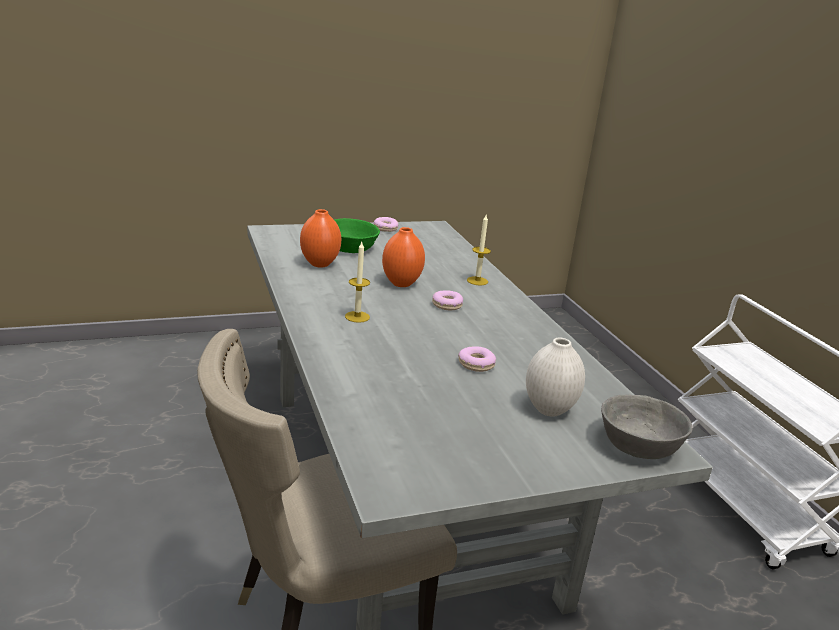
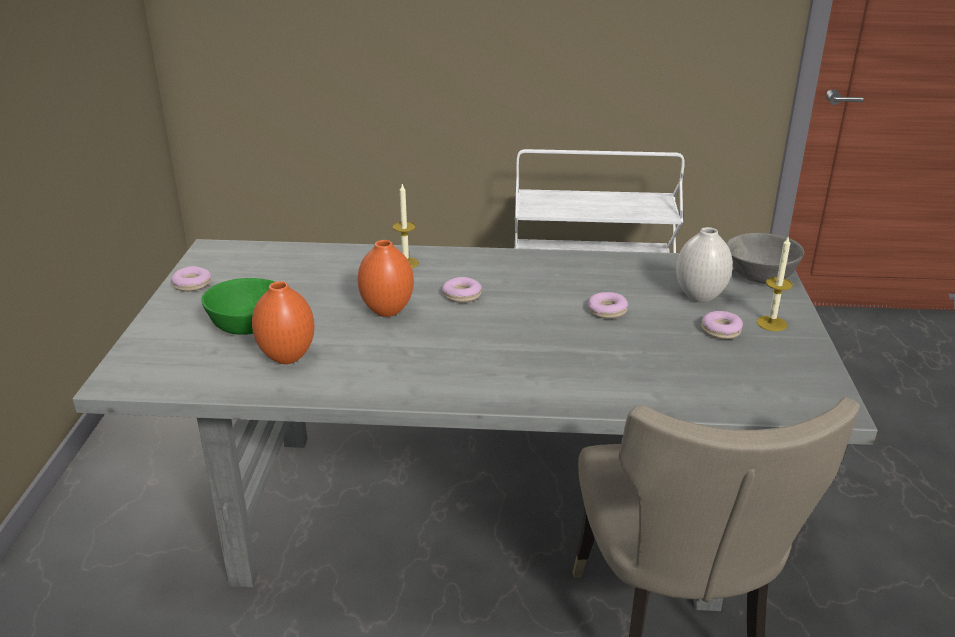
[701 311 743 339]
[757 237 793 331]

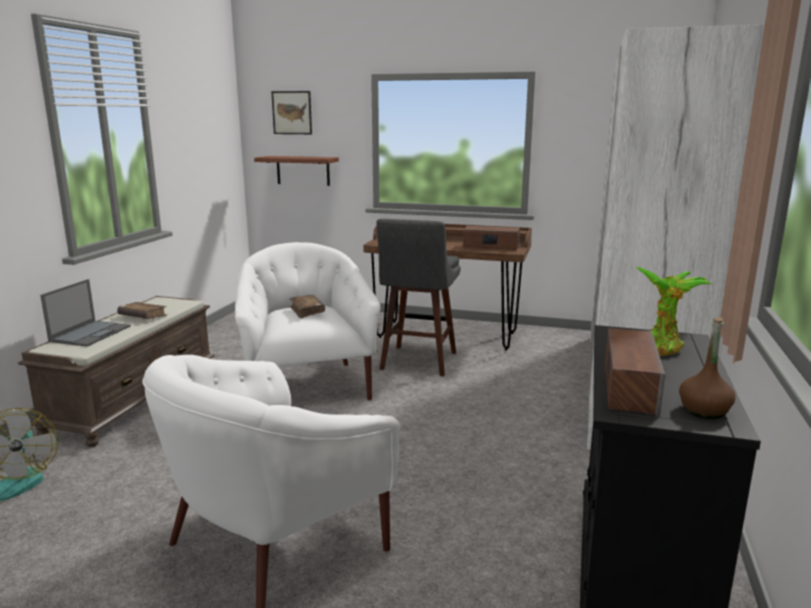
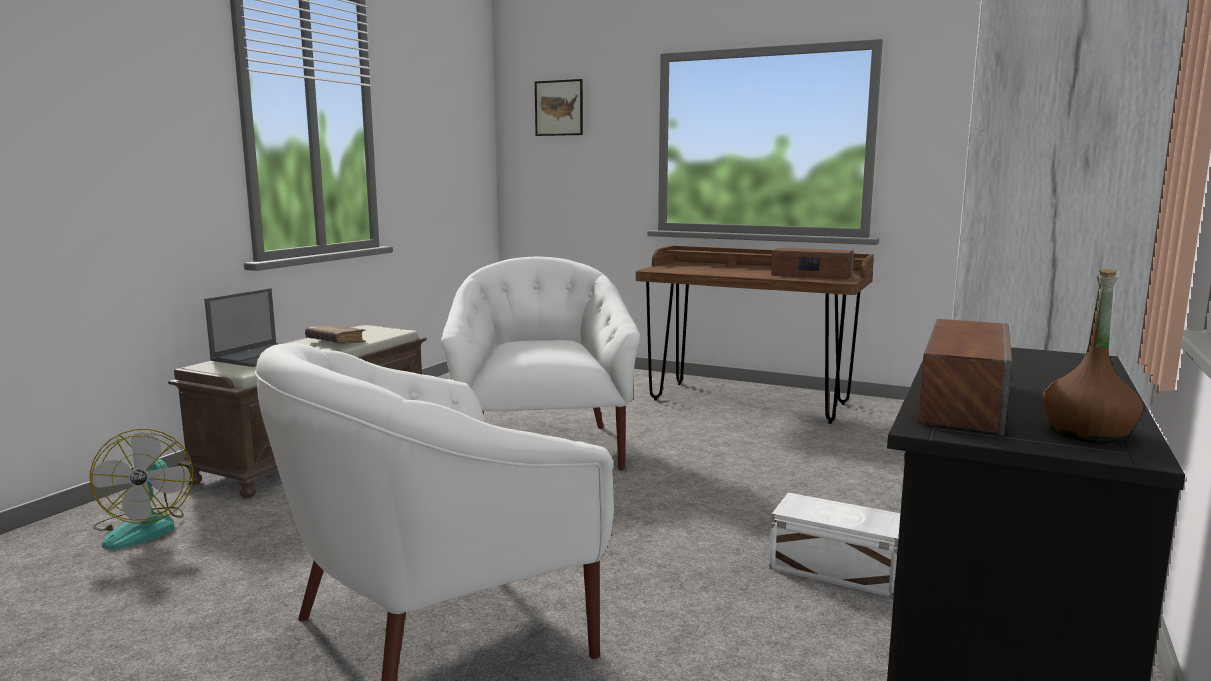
[254 156 339 186] (first image)
[289 295 325 318] (first image)
[377 219 460 376] (first image)
[636 267 712 356] (first image)
[769 493 900 598]

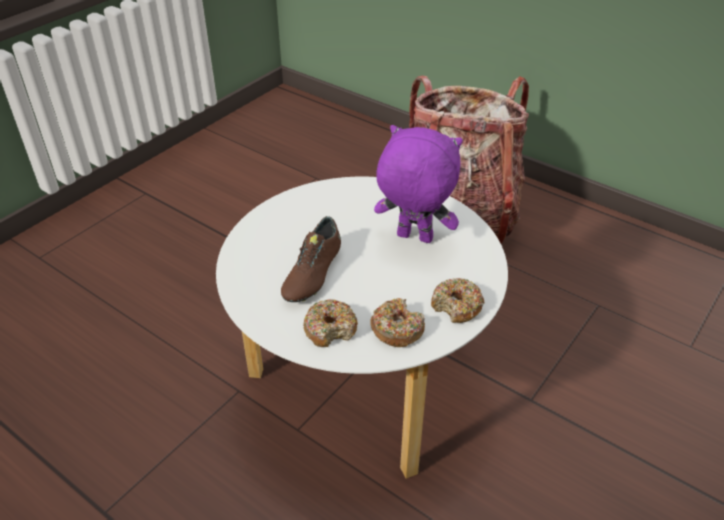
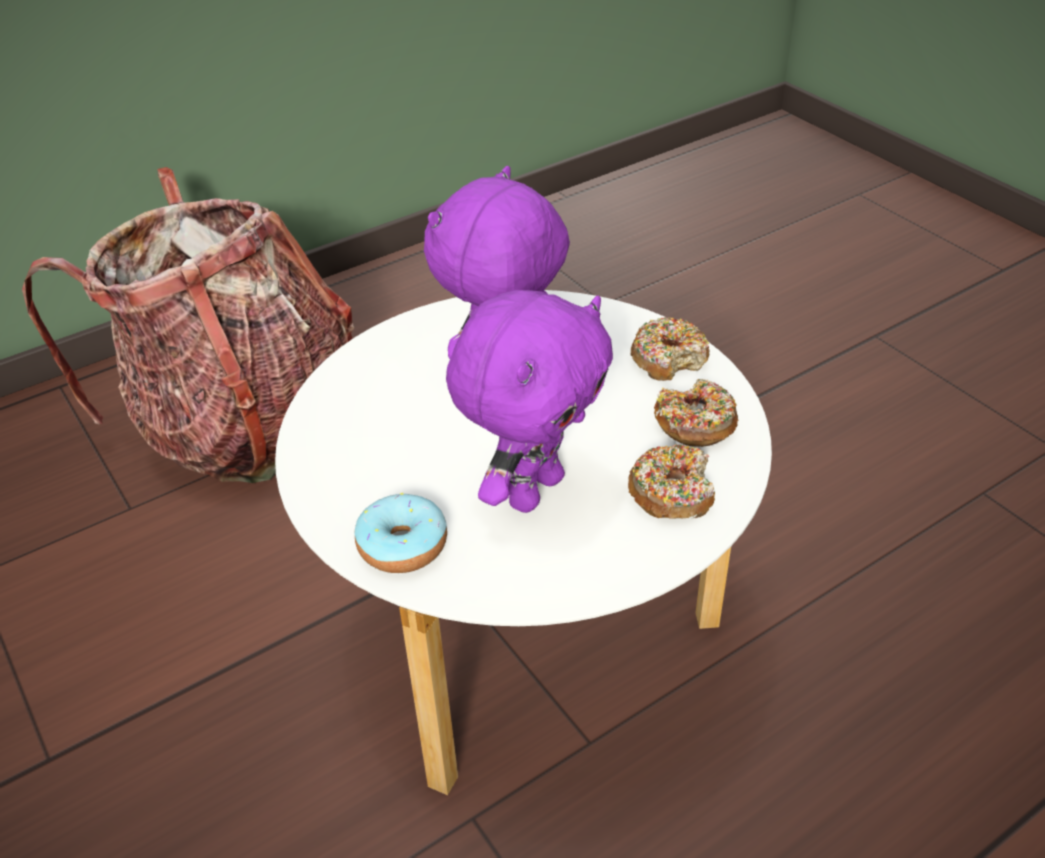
[354 493 447 573]
[446 290 613 513]

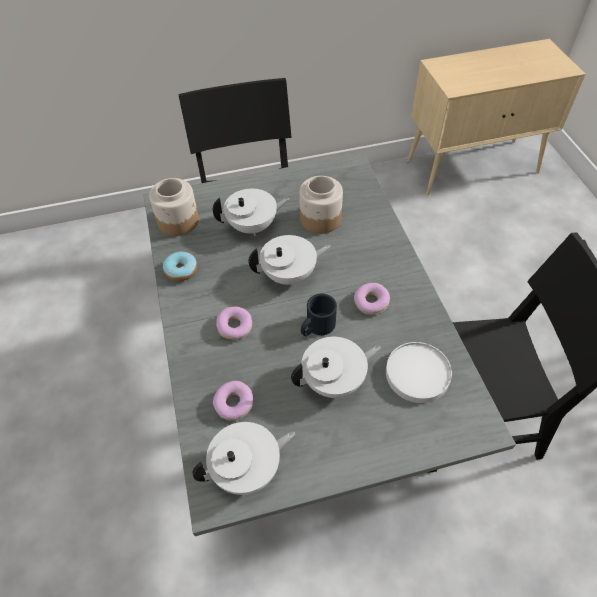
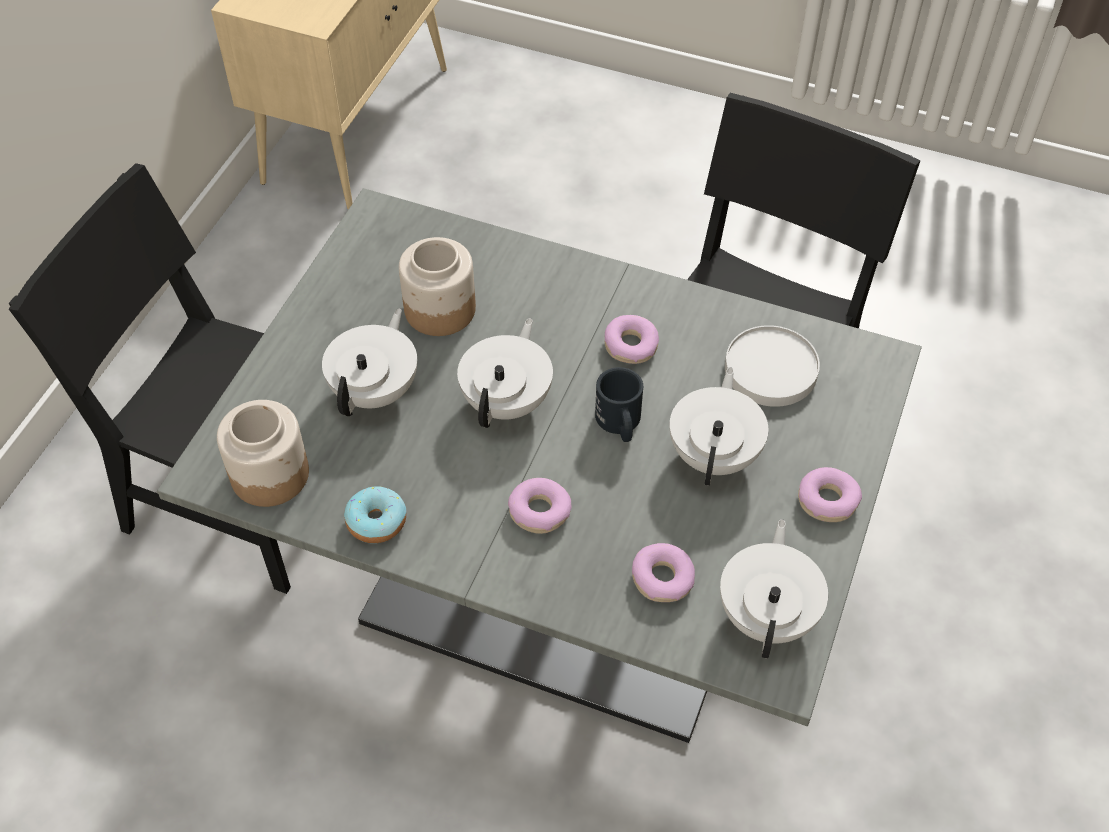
[798 467 862 522]

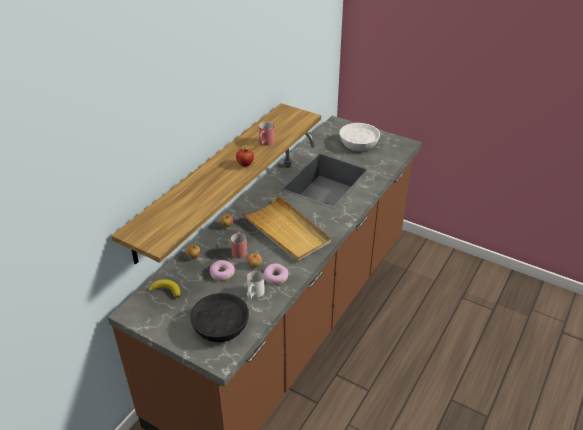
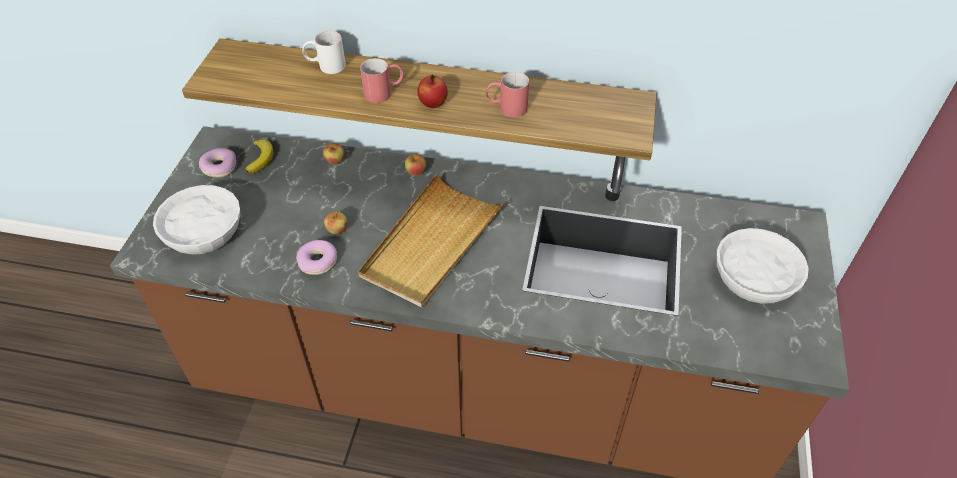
[199 148 236 177]
[360 58 403 103]
[303 31 346 74]
[153 185 240 255]

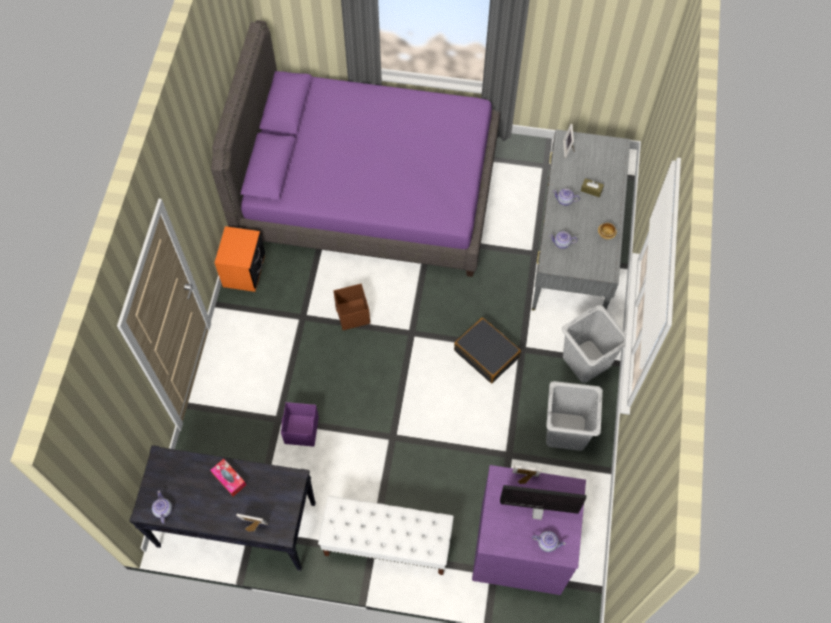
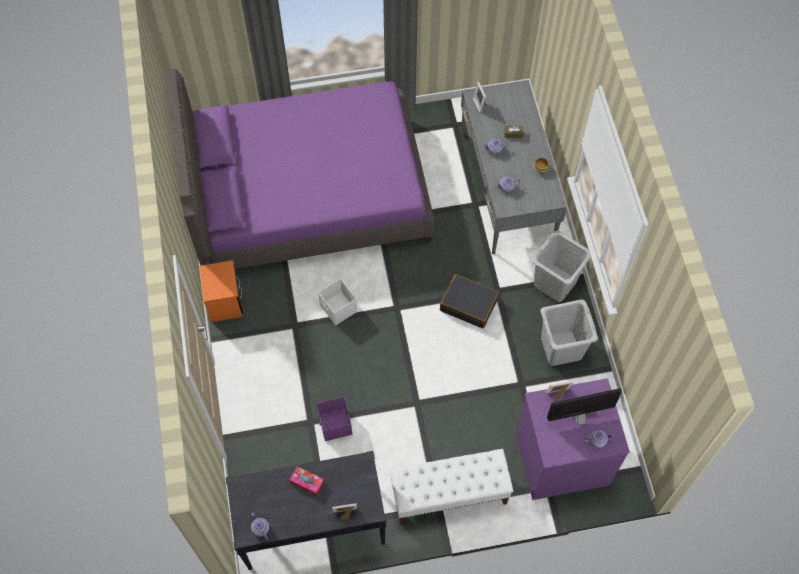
[318 278 357 325]

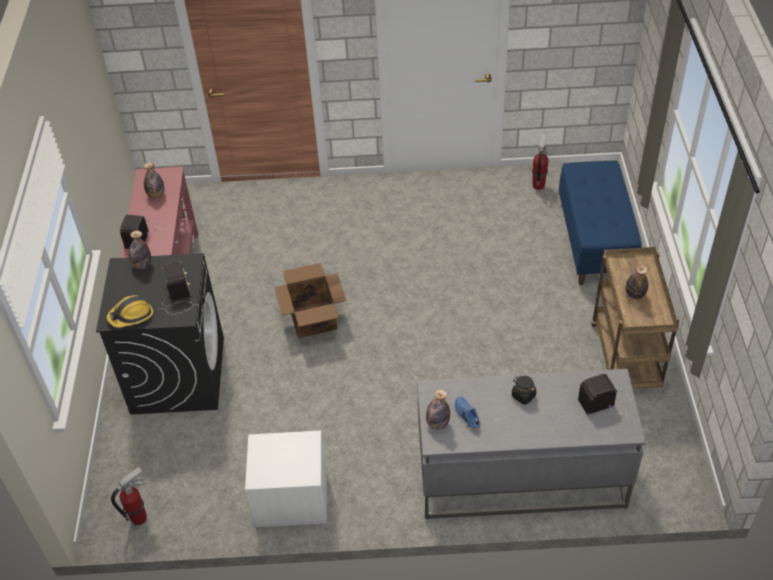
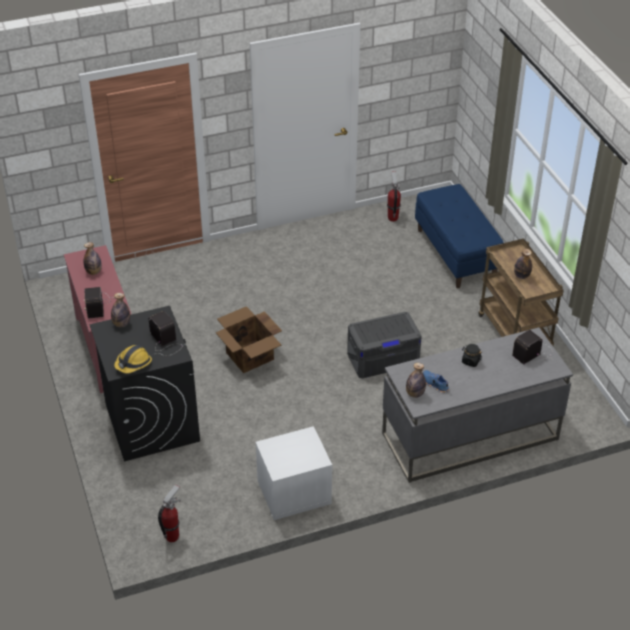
[347 312 422 378]

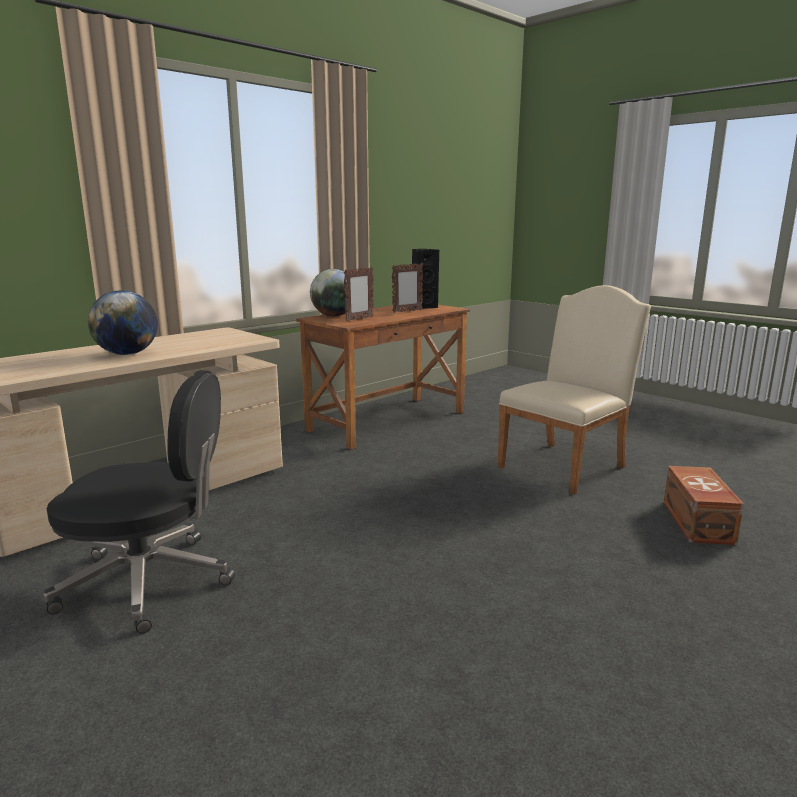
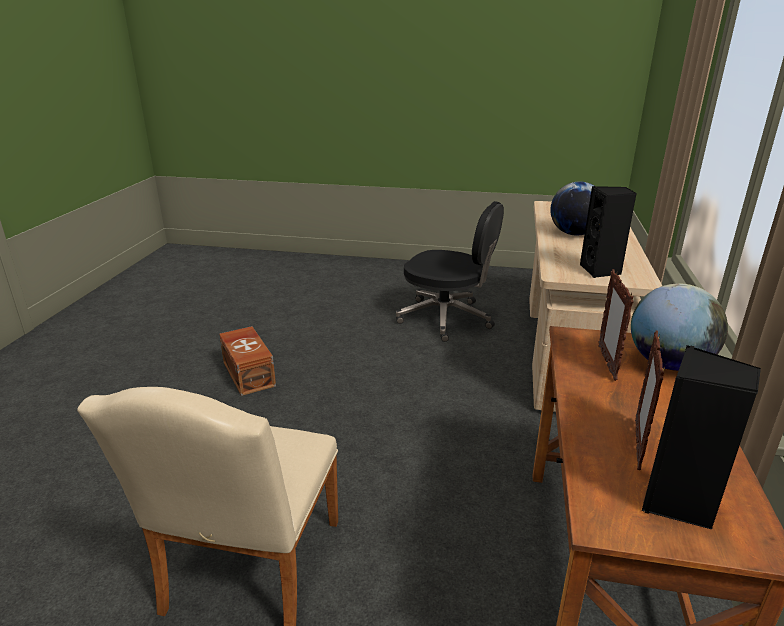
[580 186 637 278]
[219 326 276 396]
[396 201 504 342]

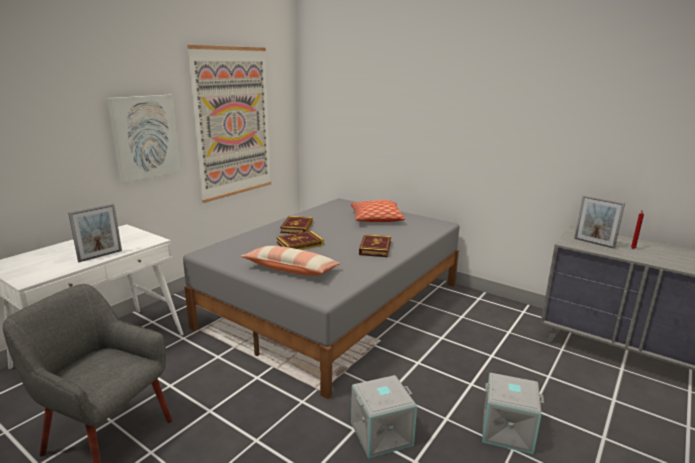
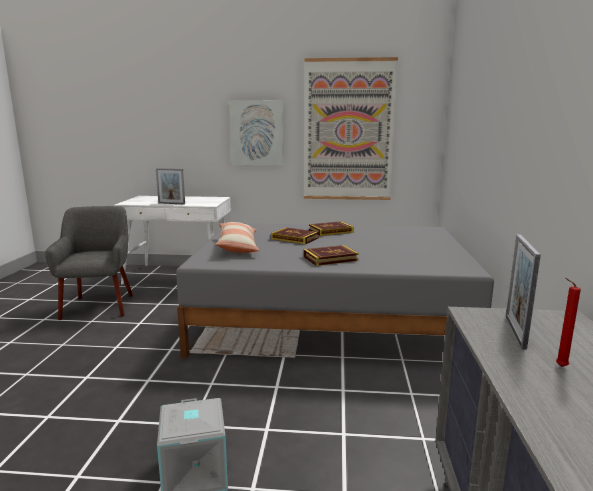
[351 200 405 222] (first image)
[351 375 417 458] (first image)

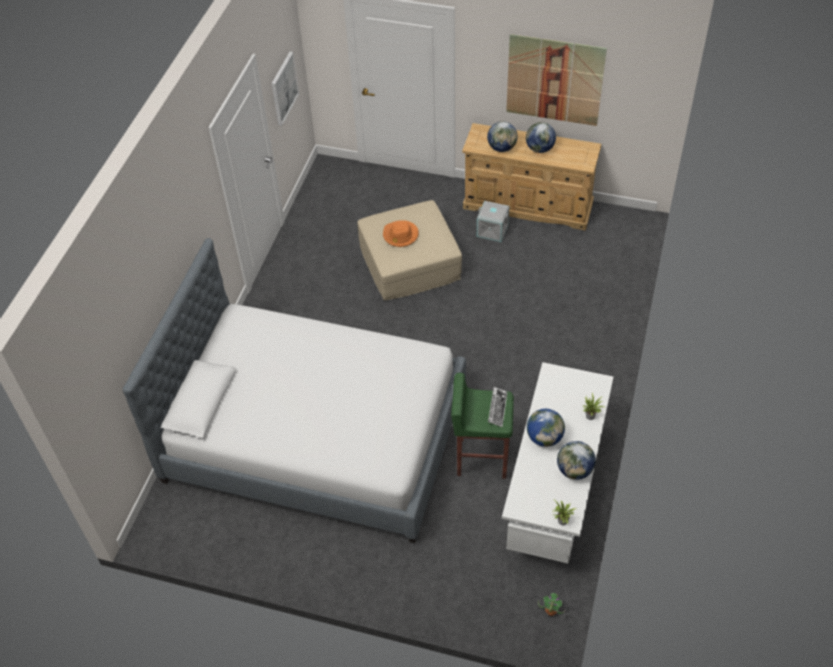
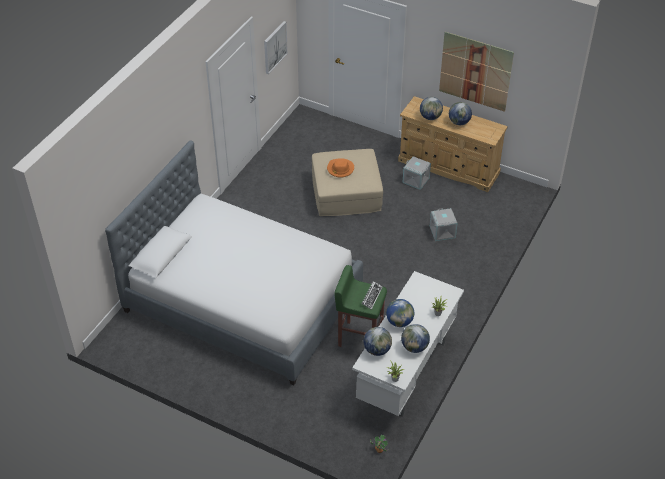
[363 327 392 356]
[430 208 457 241]

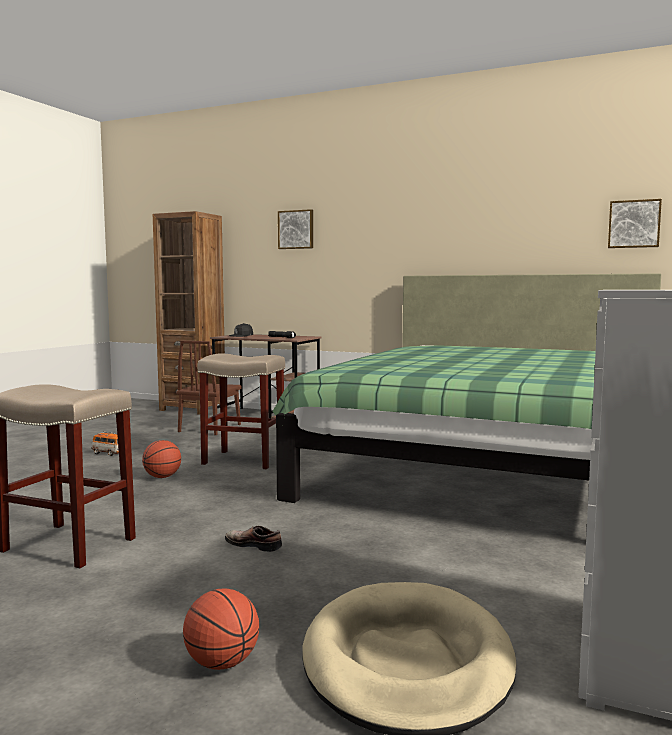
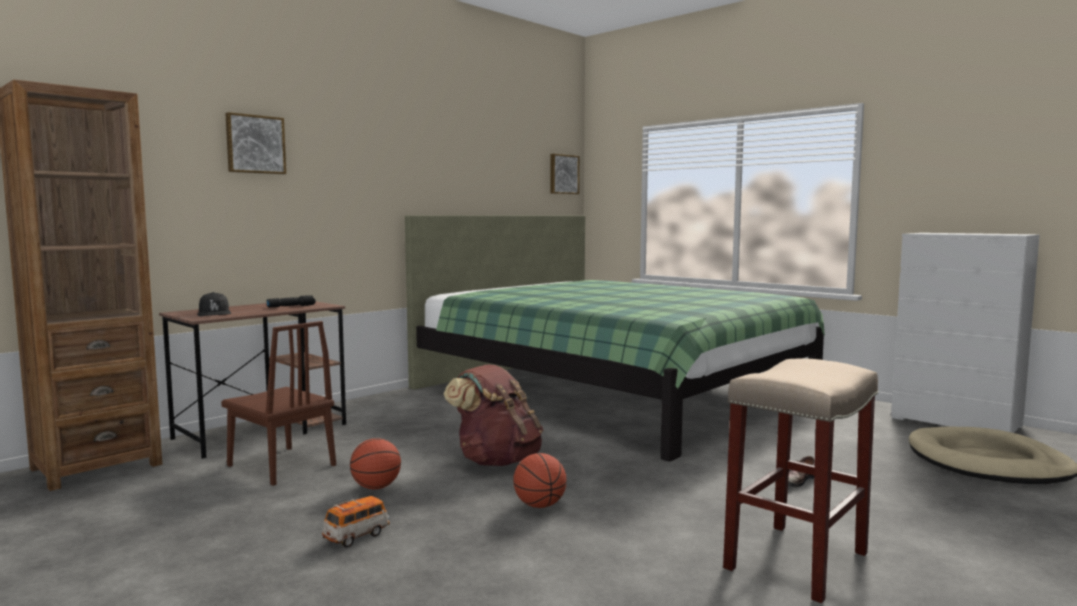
[350 438 401 489]
[444 364 543 466]

